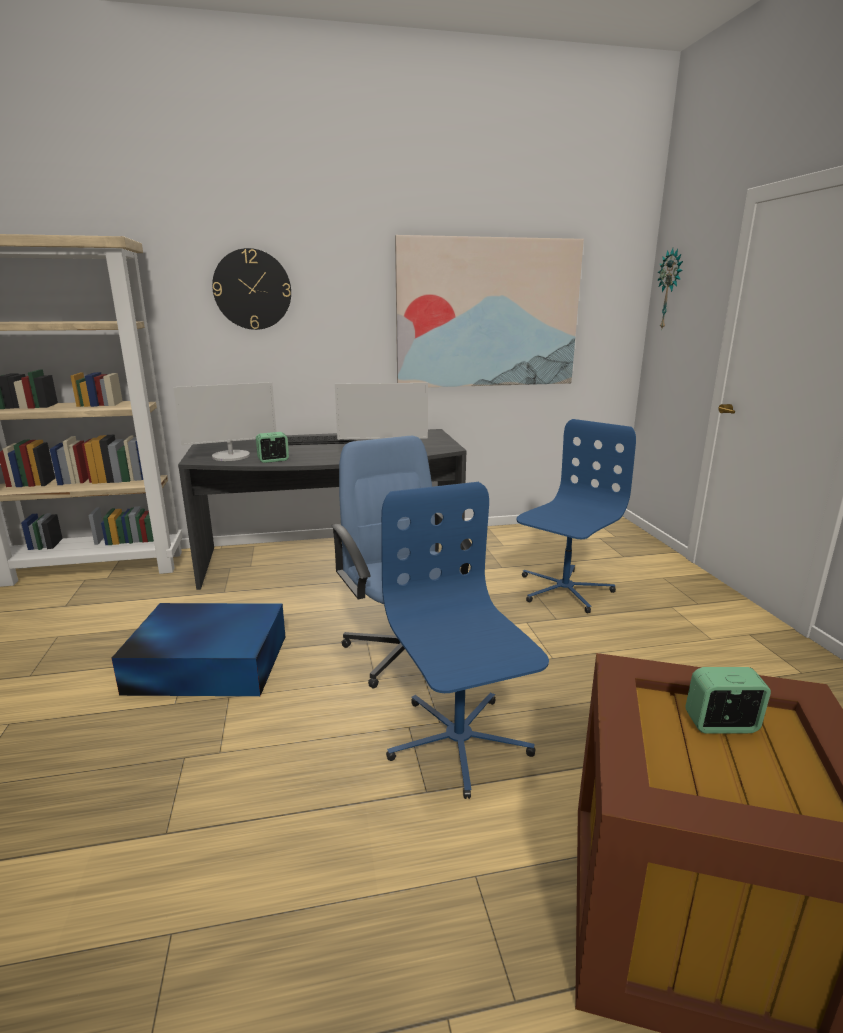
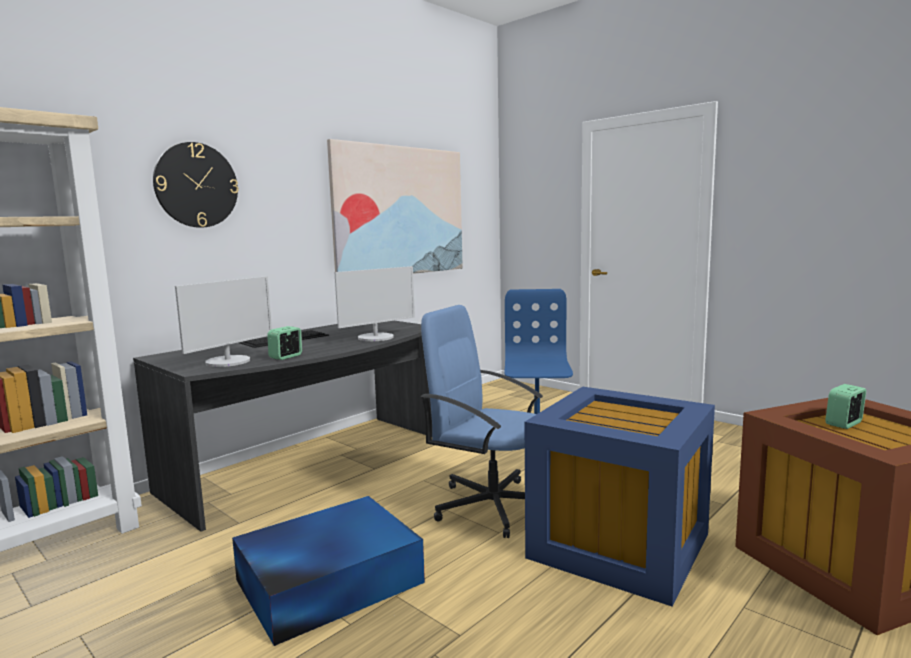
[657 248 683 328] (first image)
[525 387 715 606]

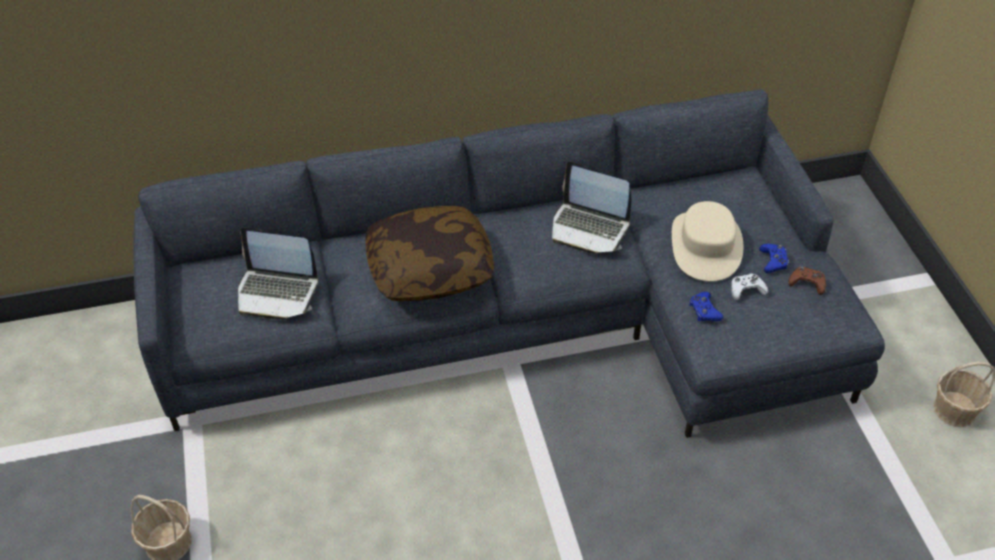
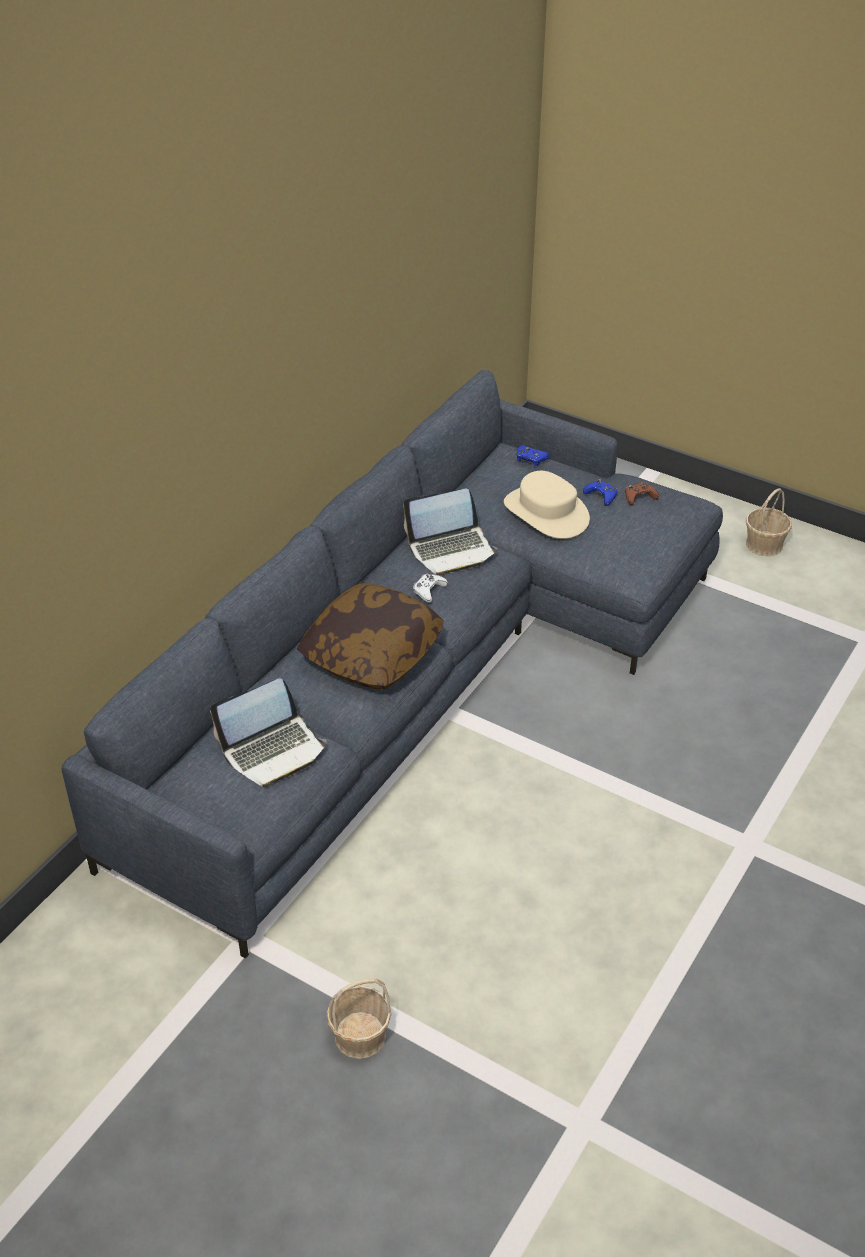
[517 445 549 466]
[413 574 448 603]

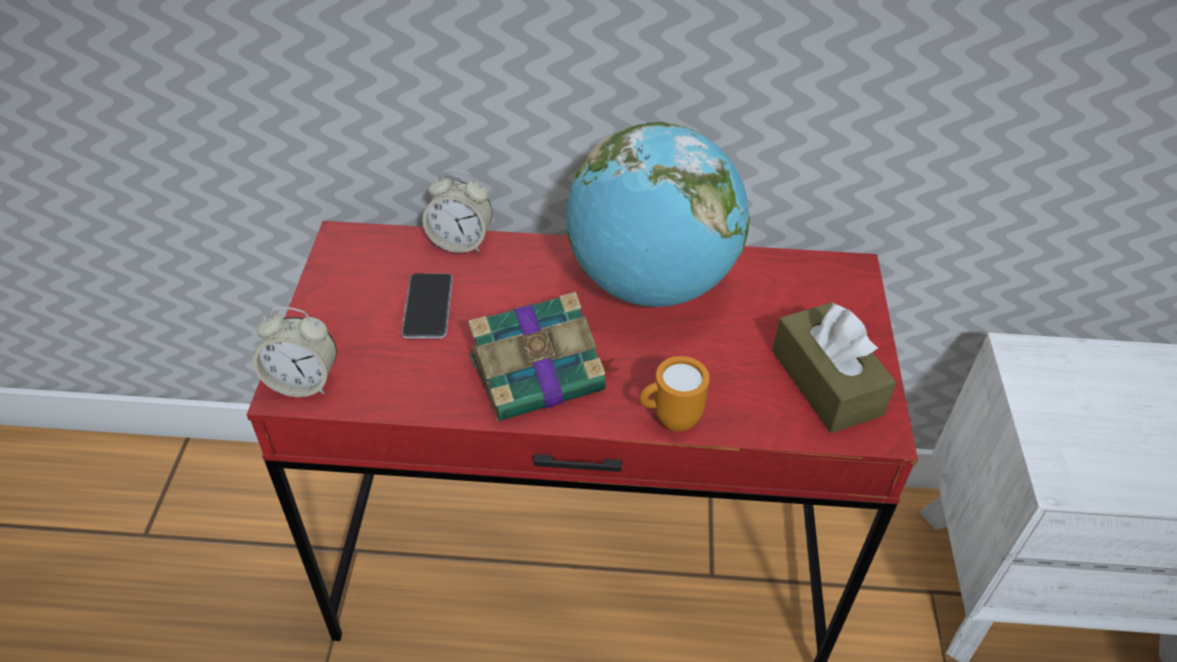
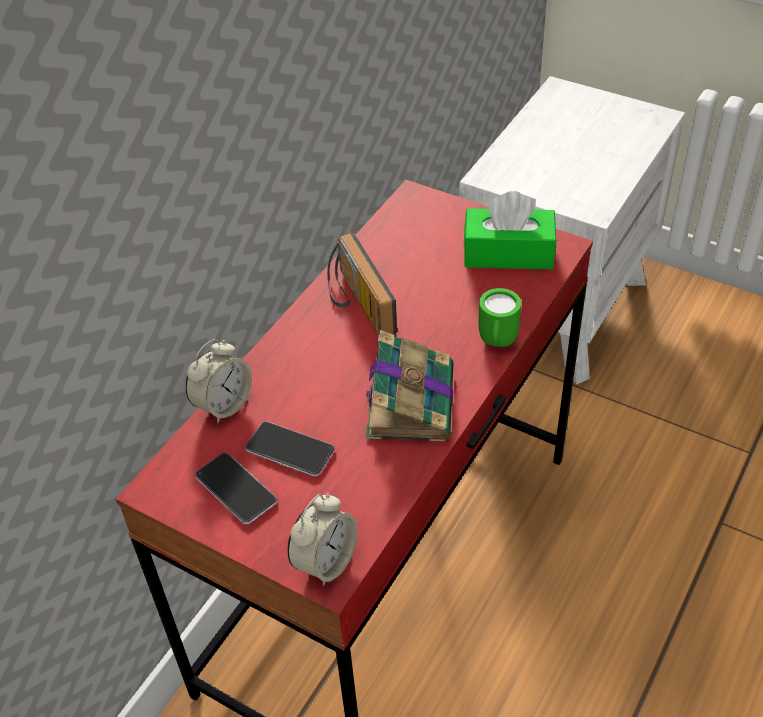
[195 453 277 524]
[327 233 397 337]
[478 288 521 347]
[464 191 556 269]

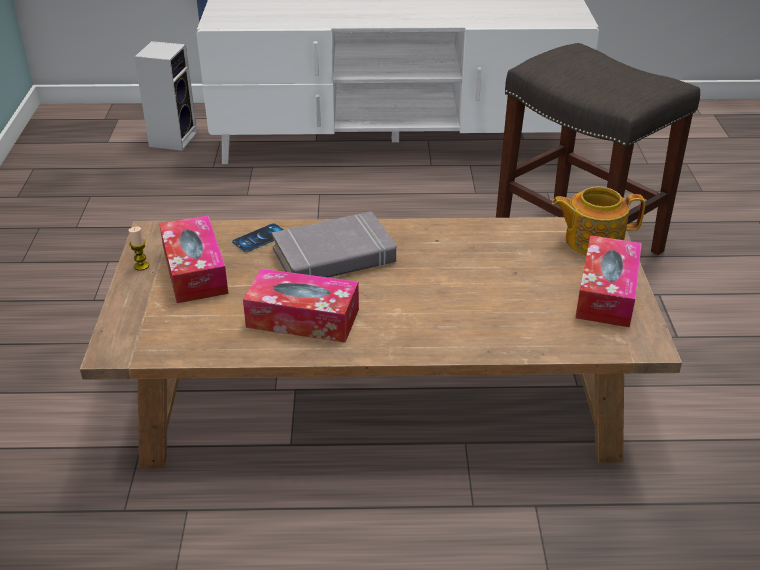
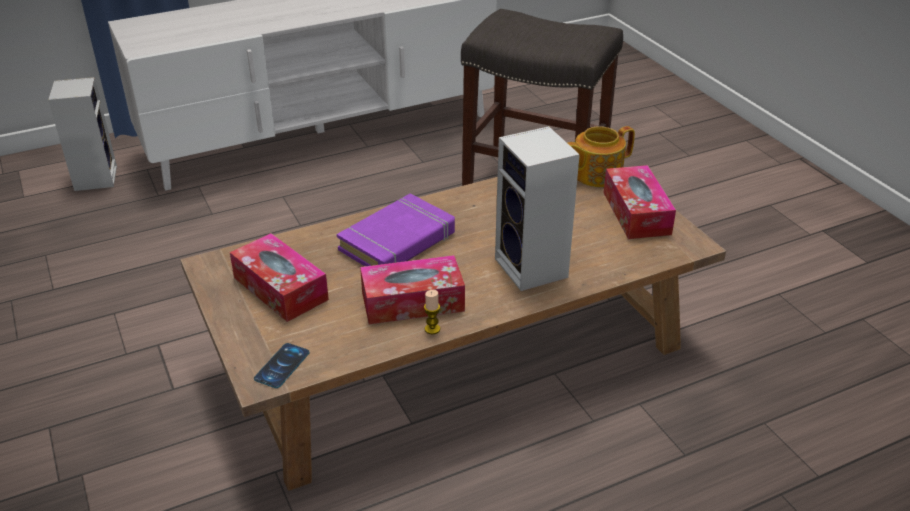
[495 126 580 291]
[424 290 440 334]
[254 343 310 388]
[337 193 455 266]

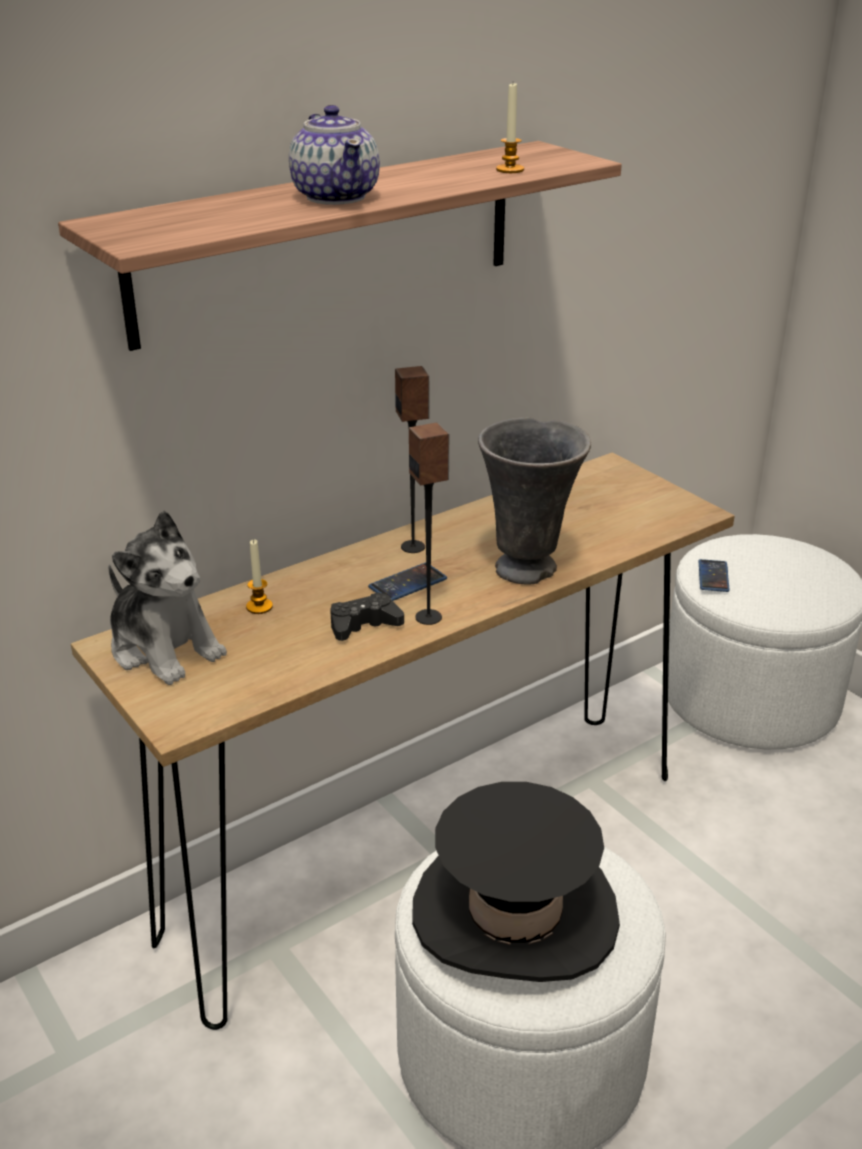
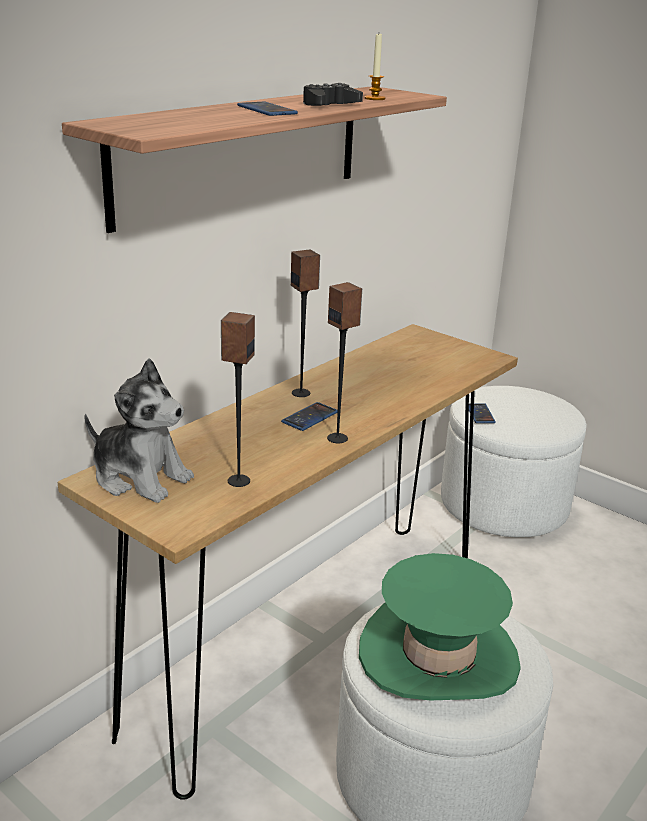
[246 539 273 614] (first image)
[478 417 591 585] (first image)
[221 312 255 487]
[303 83 363 106]
[237 102 298 116]
[359 553 521 700]

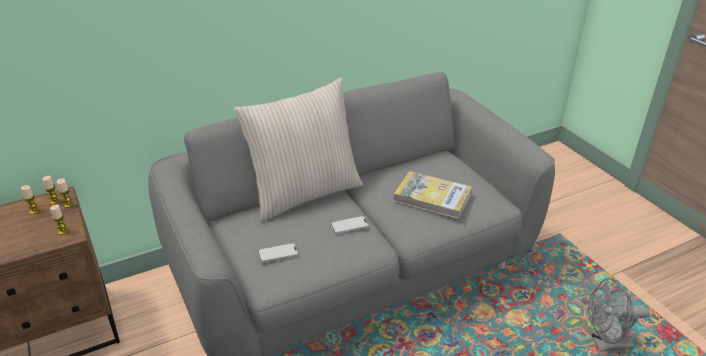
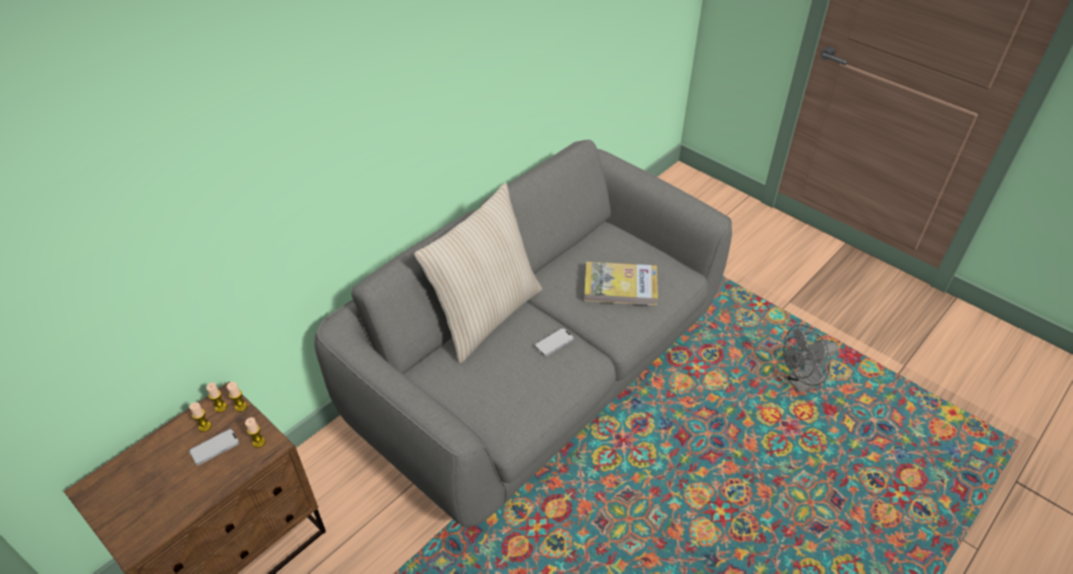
[189 429 239 466]

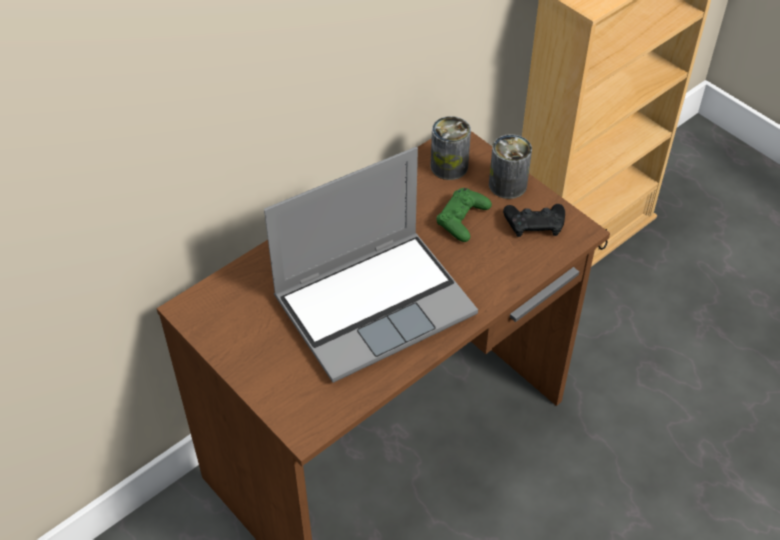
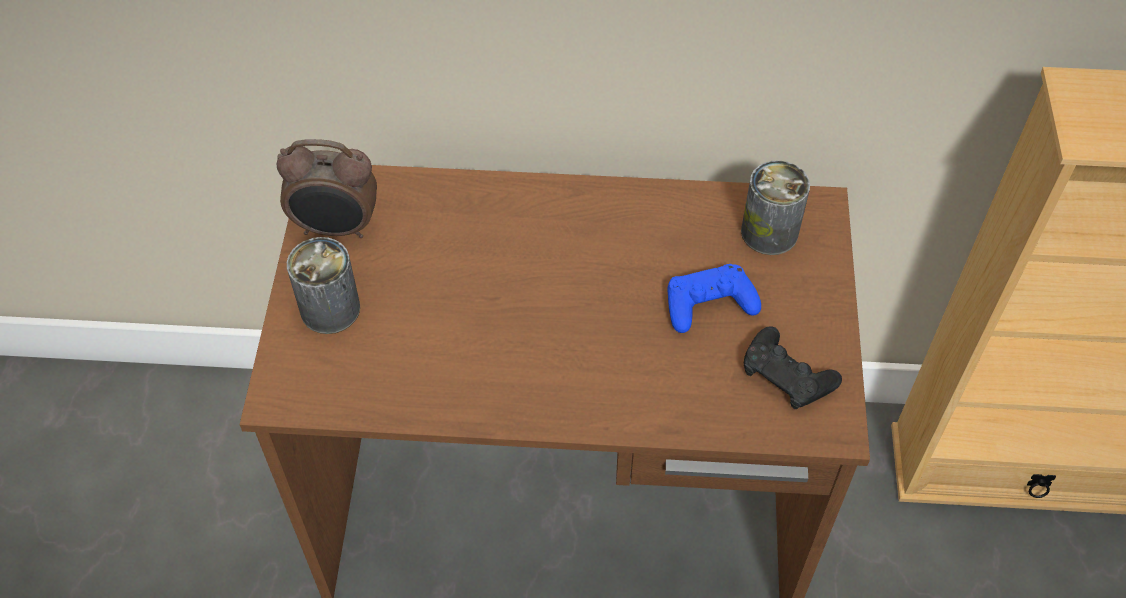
[264 147 478 383] (first image)
[277 139 377 238]
[287 237 360 334]
[668 264 761 333]

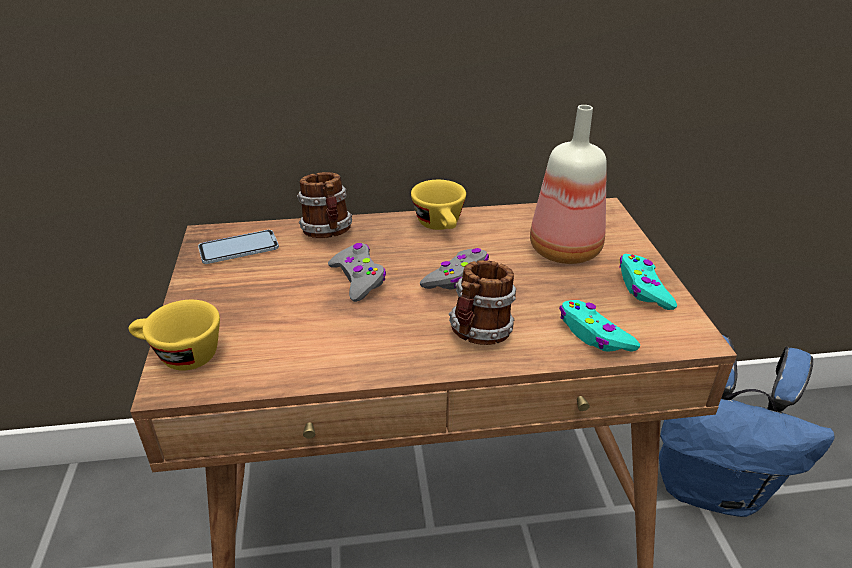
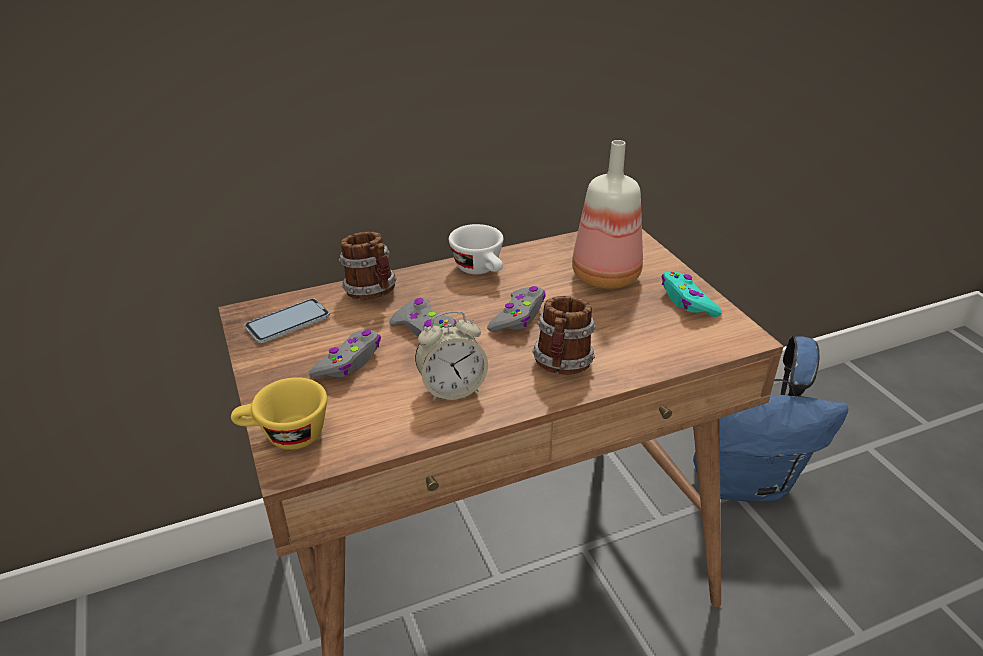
[559 300 640 352] (first image)
[309 330 381 378]
[415 311 488 401]
[449 224 503 274]

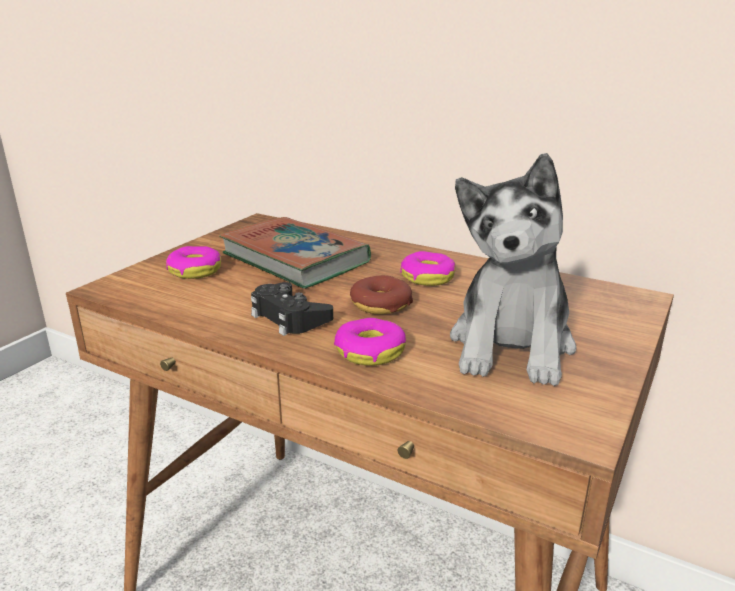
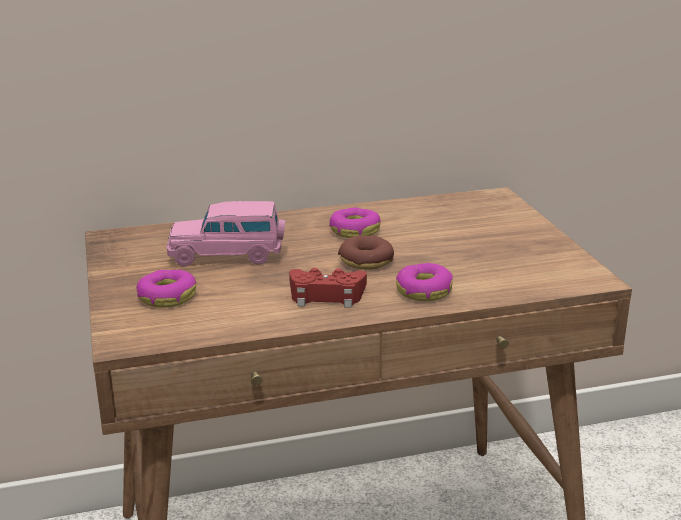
[450 153 577 386] (first image)
[167 201 285 266]
[289 268 367 308]

